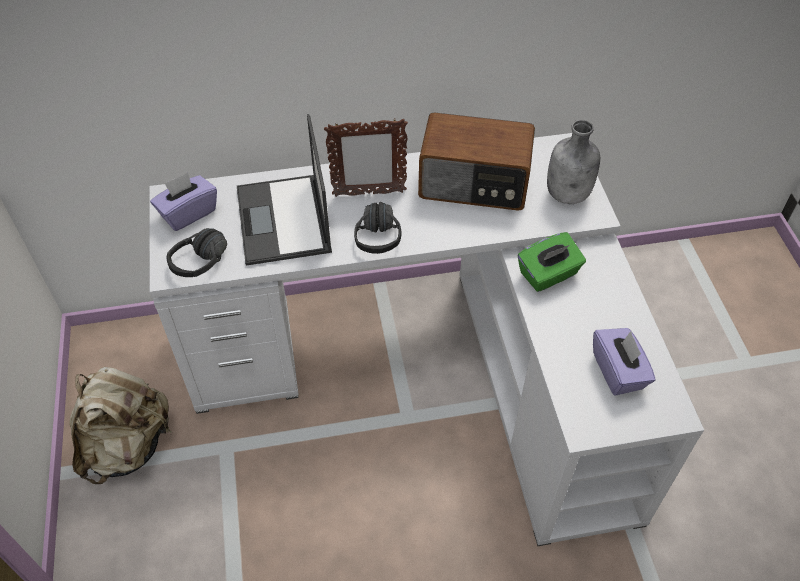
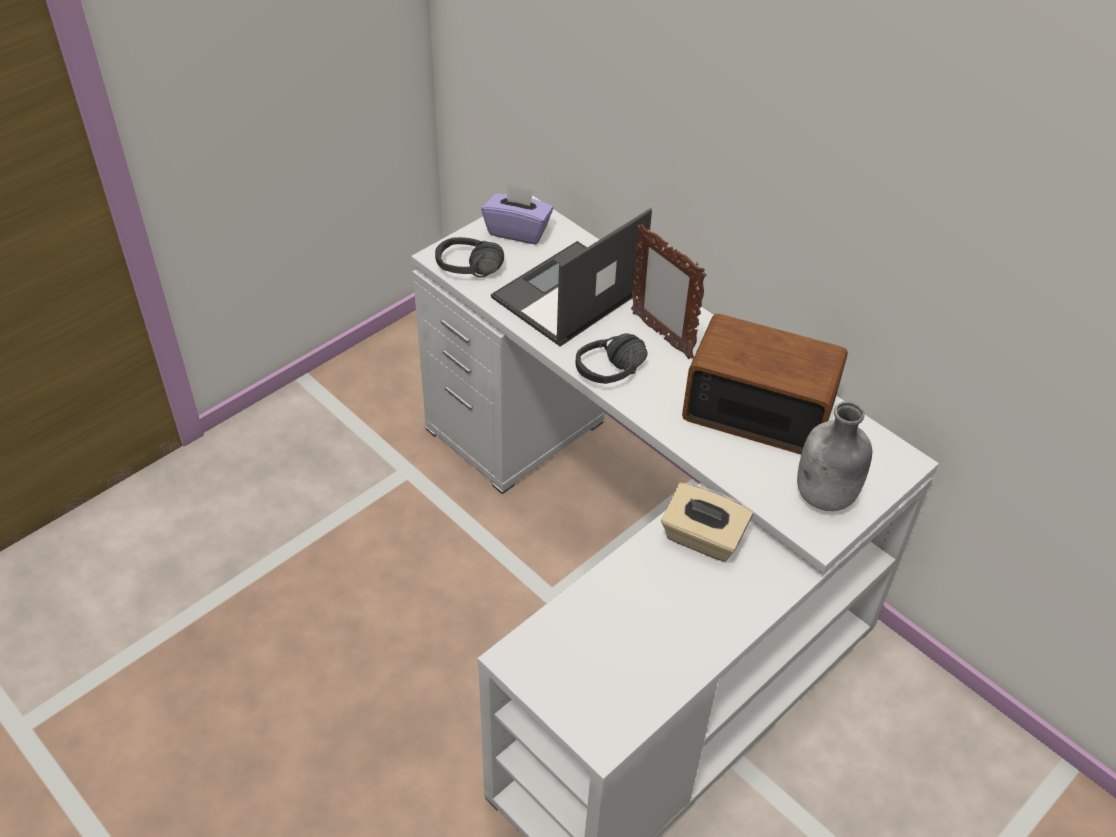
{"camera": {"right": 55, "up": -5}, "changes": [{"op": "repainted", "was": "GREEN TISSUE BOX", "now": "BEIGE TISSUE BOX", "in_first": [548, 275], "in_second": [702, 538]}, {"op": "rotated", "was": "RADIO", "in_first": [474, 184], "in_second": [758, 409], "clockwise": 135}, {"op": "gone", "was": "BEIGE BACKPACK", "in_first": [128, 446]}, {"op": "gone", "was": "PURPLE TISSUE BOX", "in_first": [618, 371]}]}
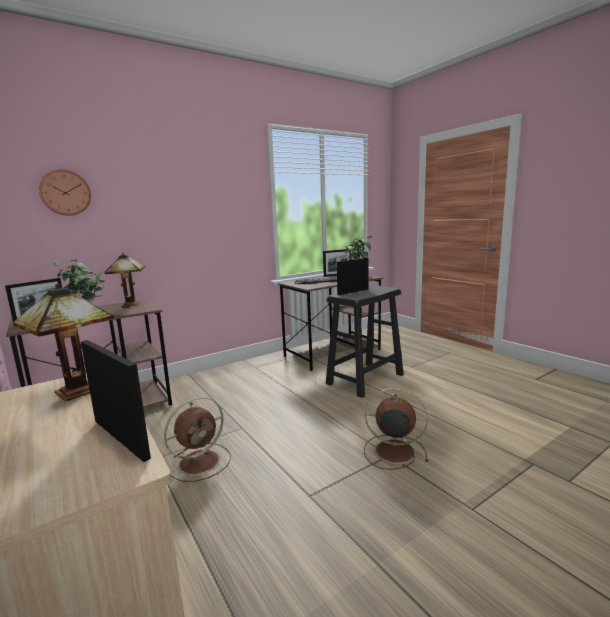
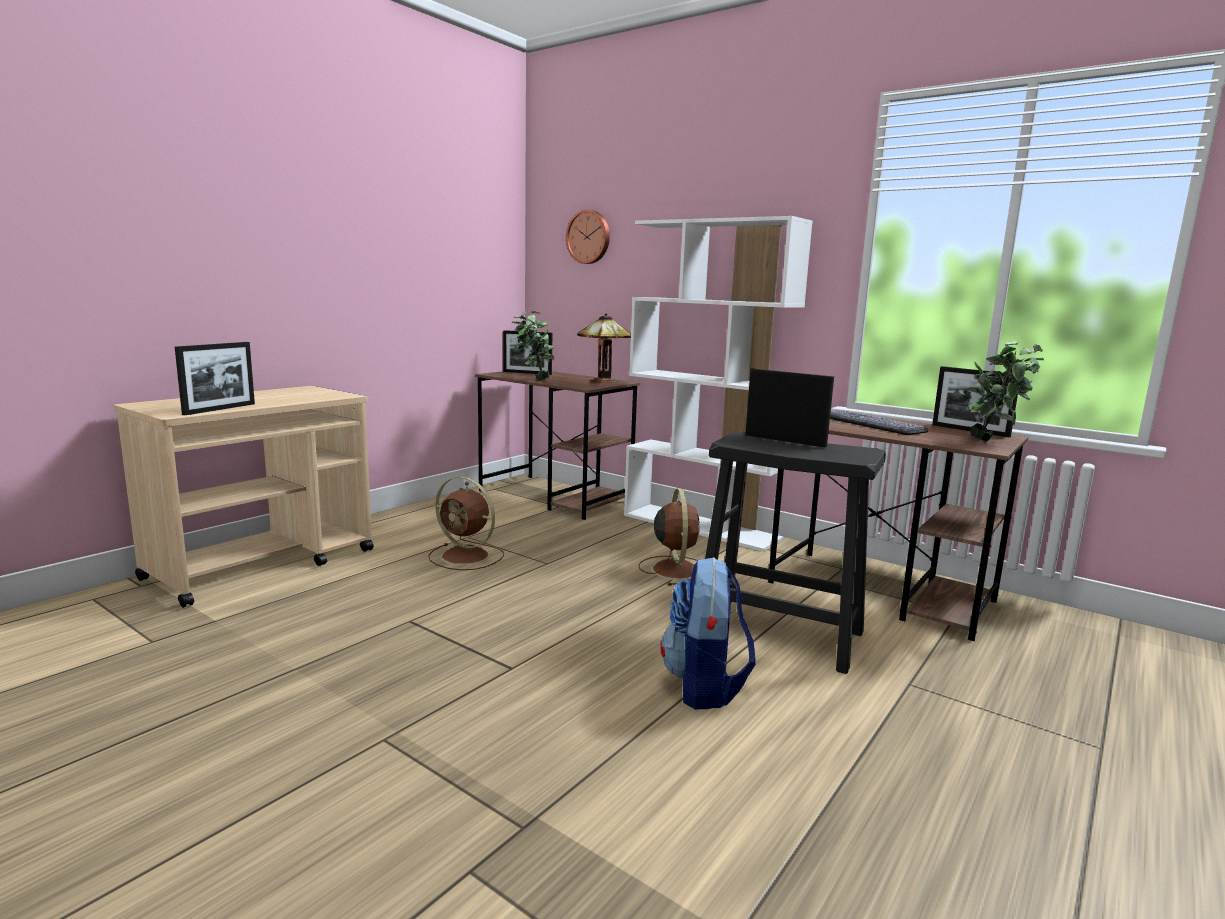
{"camera": {"right": 70, "up": 0}, "changes": [{"op": "new", "now": "WHITE BOOKCASE", "in_second": [701, 527]}, {"op": "shifted", "was": "BROWN FAN", "in_first": [392, 451], "in_second": [675, 569]}, {"op": "new", "now": "BACKPACK", "in_second": [705, 686]}, {"op": "gone", "was": "TABLE LAMP", "in_first": [81, 391]}]}
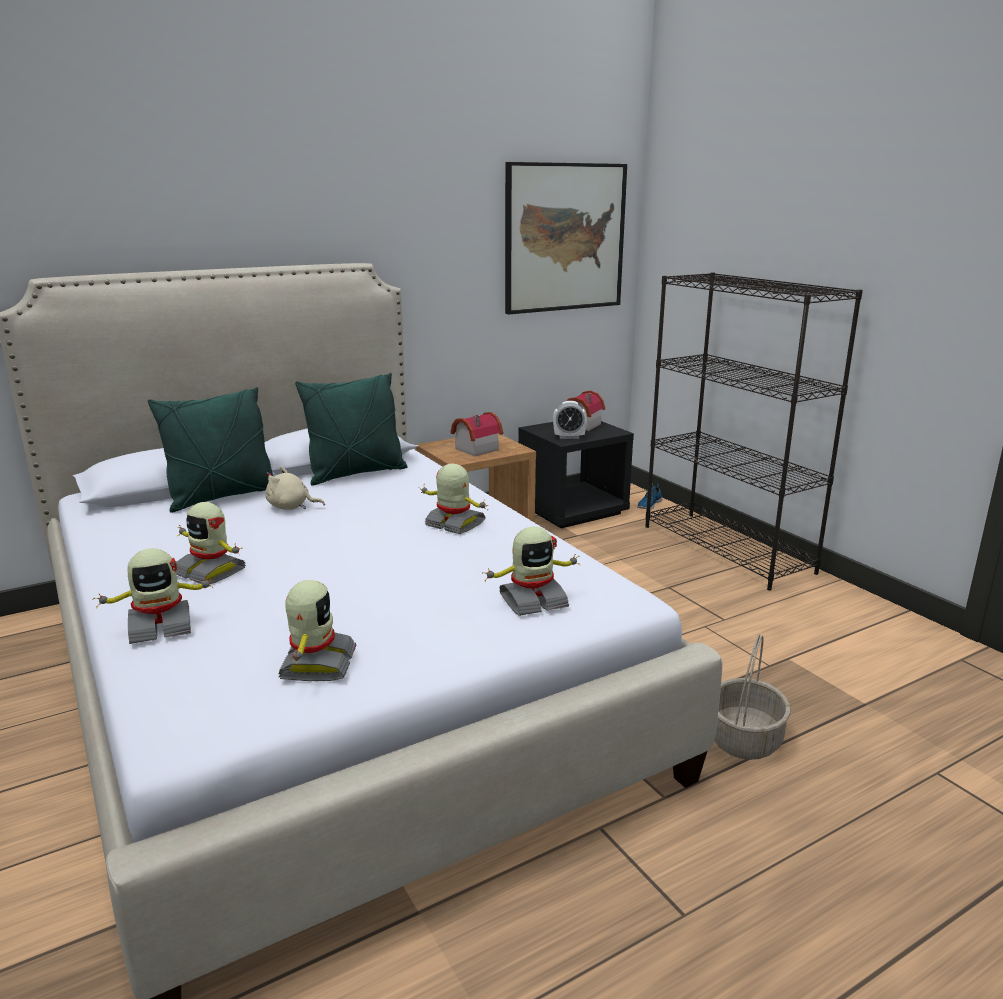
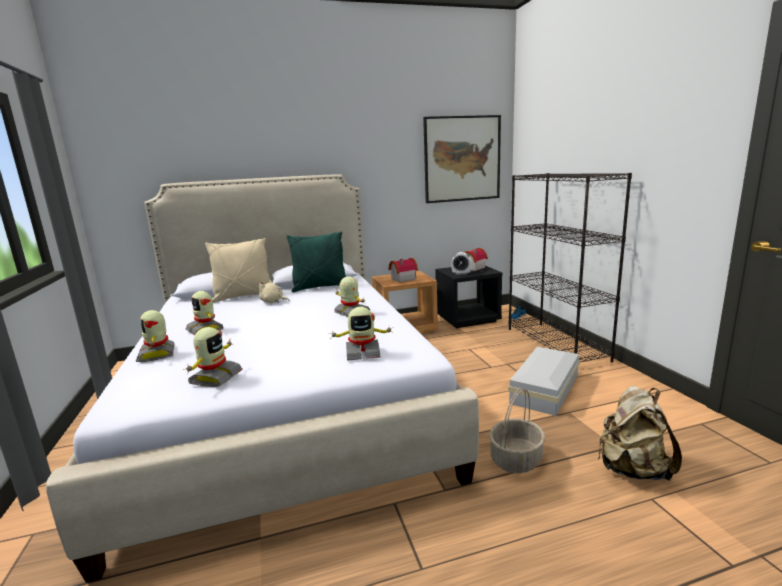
{"camera": {"right": 15, "up": -5}, "changes": [{"op": "rotated", "was": "TOY ROBOT", "in_first": [160, 626], "in_second": [158, 354], "clockwise": 75}, {"op": "repainted", "was": "GREEN PILLOW", "now": "BEIGE PILLOW", "in_first": [222, 497], "in_second": [243, 296]}, {"op": "new", "now": "WHITE STORAGE BOX", "in_second": [546, 388]}, {"op": "new", "now": "BEIGE BACKPACK", "in_second": [632, 469]}]}
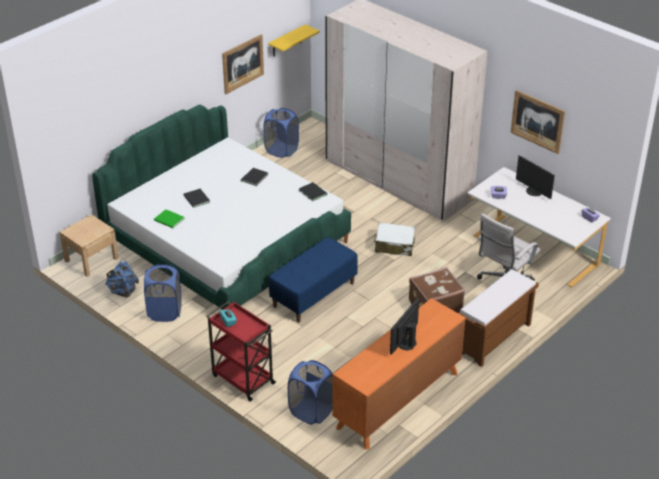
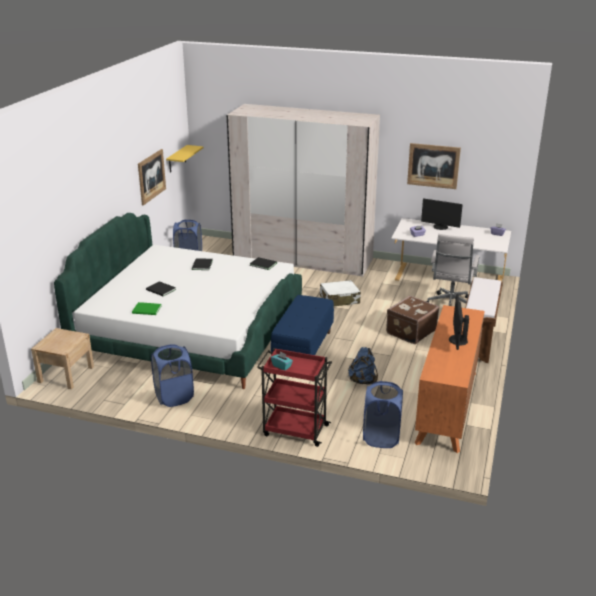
{"camera": {"right": -25, "up": -10}, "changes": [{"op": "shifted", "was": "BLUE BACKPACK", "in_first": [123, 291], "in_second": [362, 381]}]}
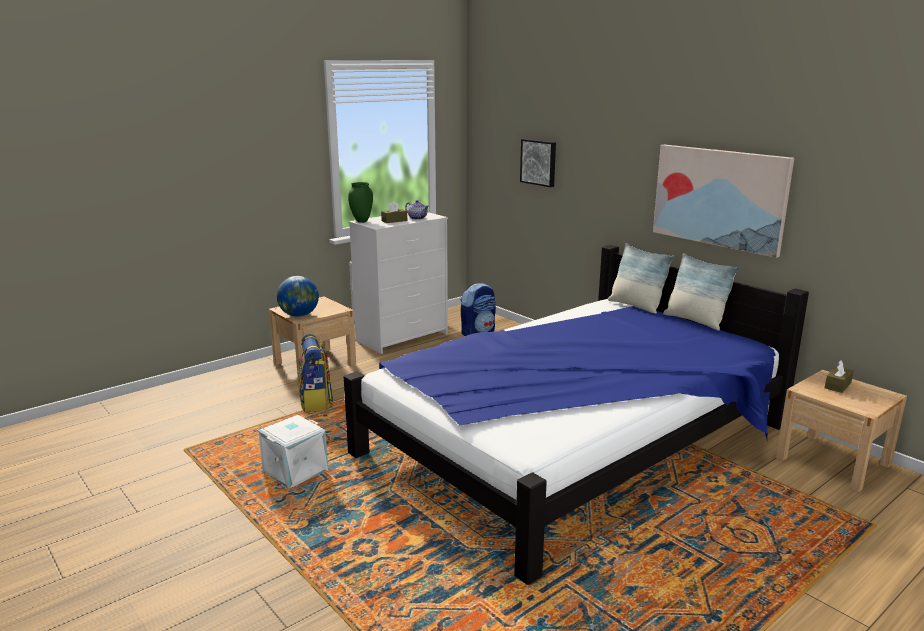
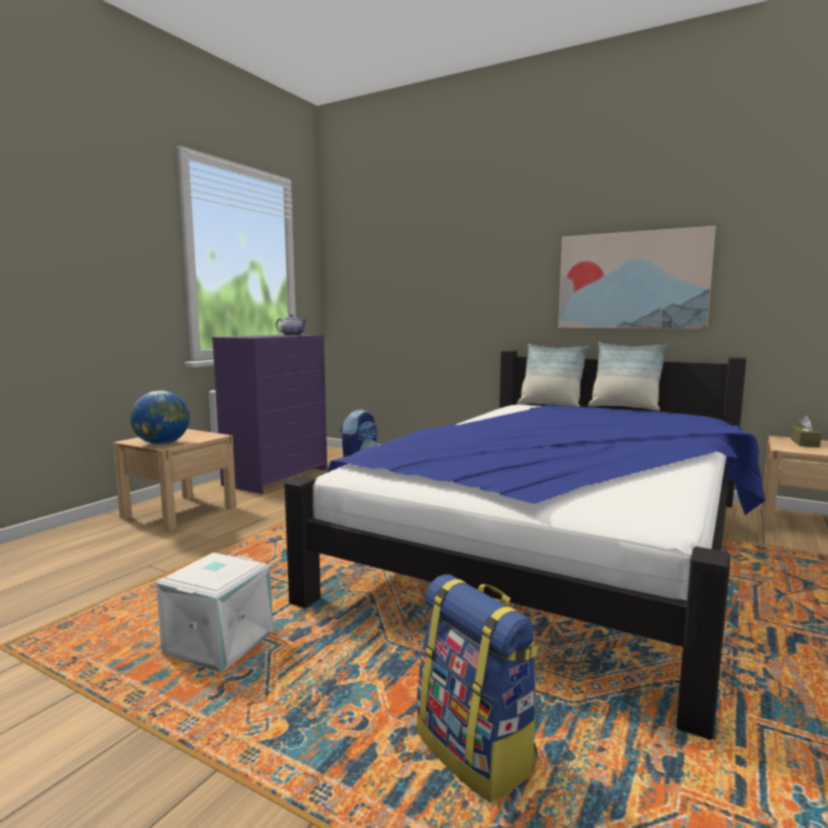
{"camera": {"right": -20, "up": -10}, "changes": [{"op": "repainted", "was": "WHITE DRESSER", "now": "PURPLE DRESSER", "in_first": [402, 337], "in_second": [277, 477]}, {"op": "shifted", "was": "BACKPACK", "in_first": [316, 402], "in_second": [477, 751]}, {"op": "gone", "was": "GREEN VASE", "in_first": [361, 221]}, {"op": "gone", "was": "BROWN TISSUE BOX", "in_first": [394, 221]}, {"op": "gone", "was": "PICTURE", "in_first": [539, 162]}]}
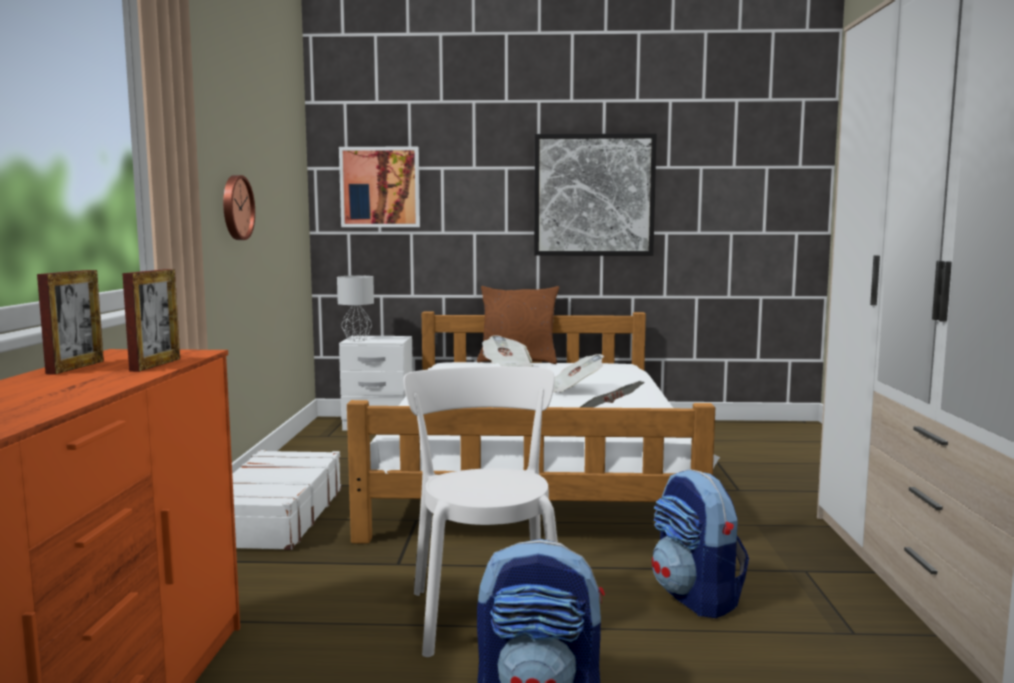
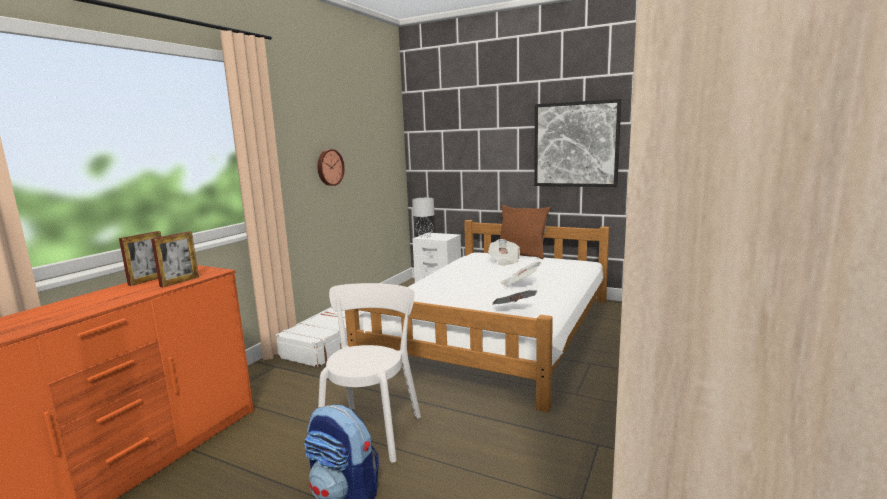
{"camera": {"right": 25, "up": 5}, "changes": [{"op": "gone", "was": "PICTURE", "in_first": [380, 187]}, {"op": "gone", "was": "BACKPACK", "in_first": [696, 598]}]}
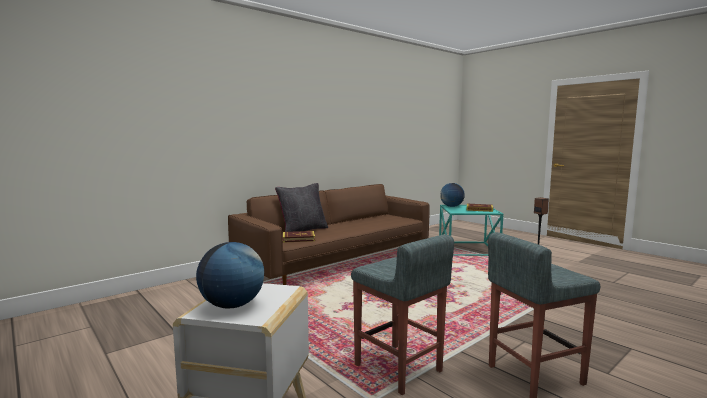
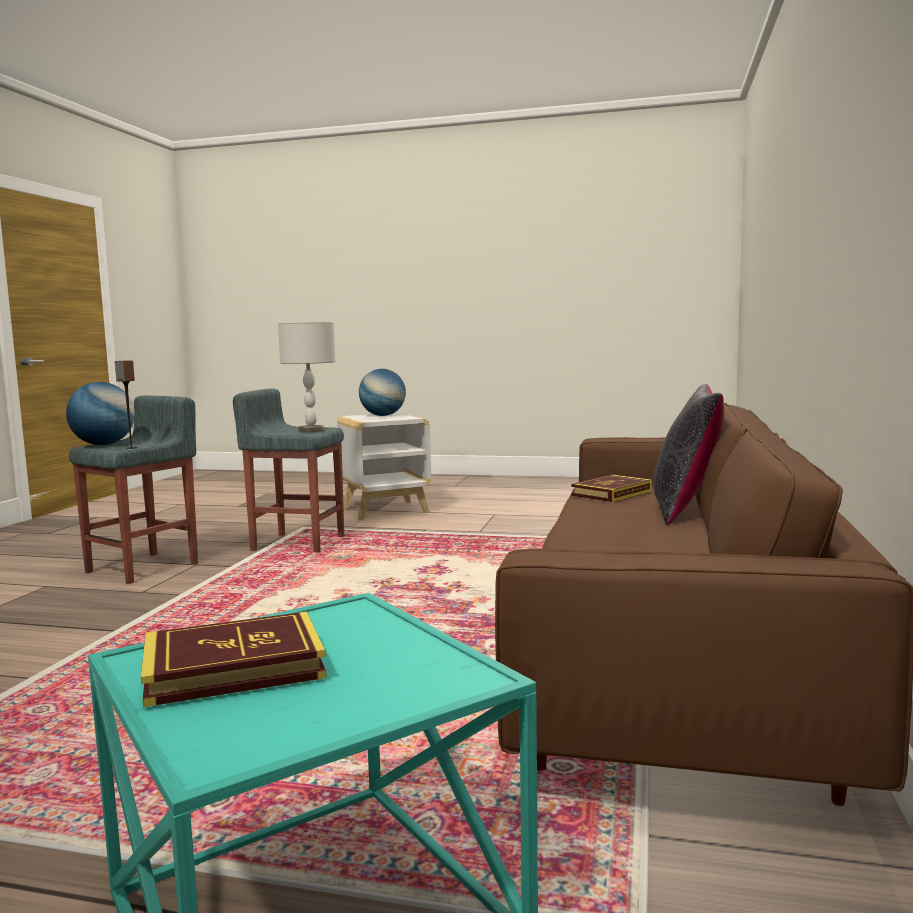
{"camera": {"right": 145, "up": 0}, "changes": [{"op": "shifted", "was": "GLOBE", "in_first": [451, 206], "in_second": [103, 444]}, {"op": "new", "now": "GREY TABLE LAMP", "in_second": [311, 431]}]}
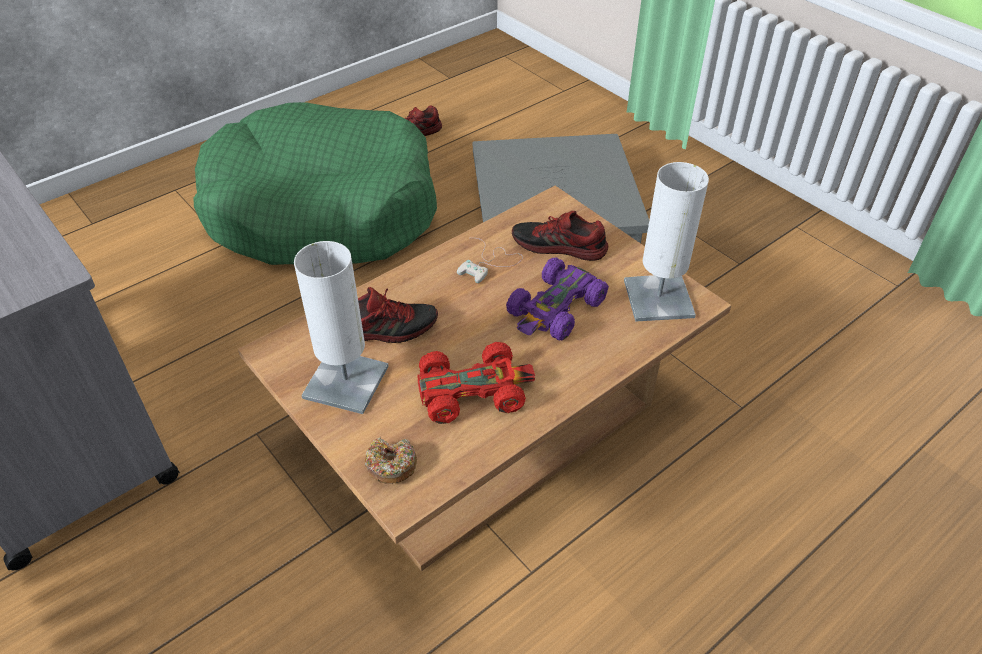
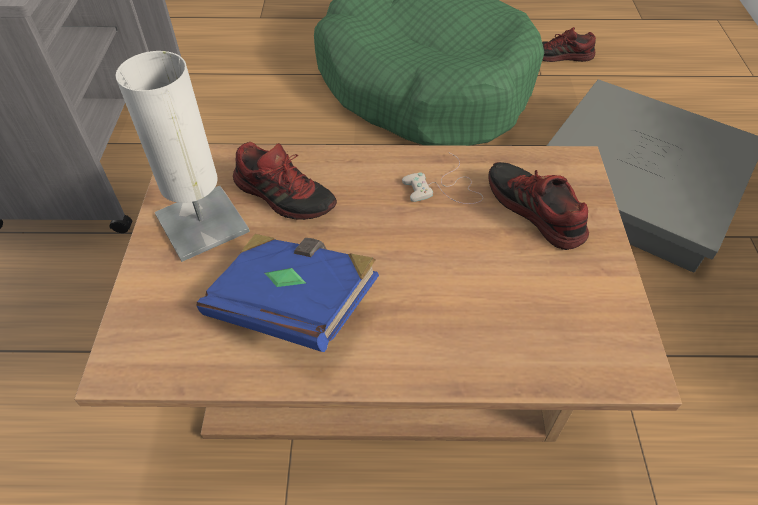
{"camera": {"right": 40, "up": 5}, "changes": [{"op": "swapped", "was": "RED TOY CAR", "now": "BLUE BOOK", "in_first": [473, 391], "in_second": [292, 305]}, {"op": "gone", "was": "DONUT", "in_first": [391, 465]}, {"op": "gone", "was": "PURPLE TOY CAR", "in_first": [556, 309]}, {"op": "gone", "was": "WHITE TABLE LAMP", "in_first": [658, 299]}]}
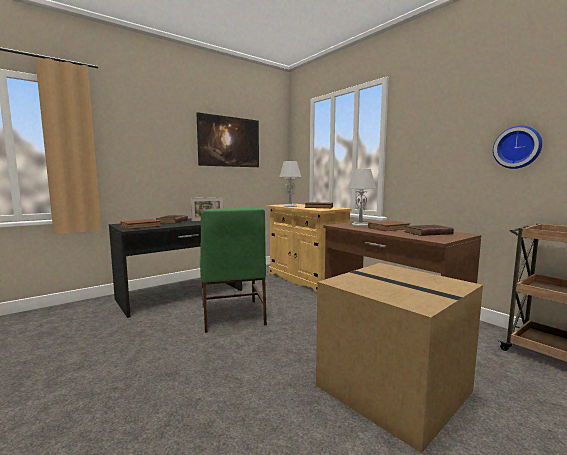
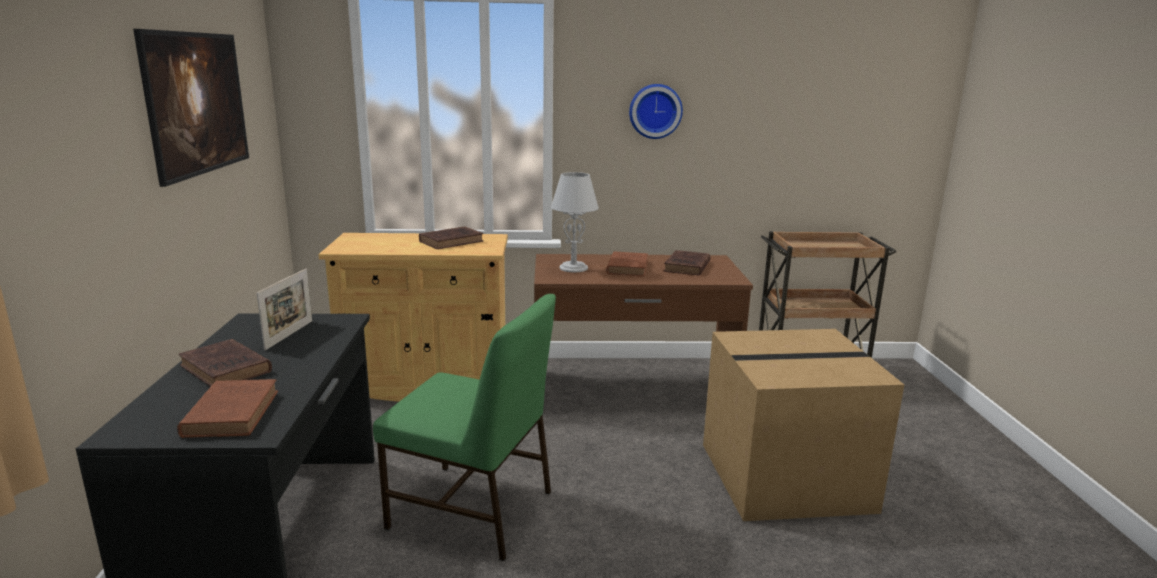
{"camera": {"right": -55, "up": 10}, "changes": [{"op": "shifted", "was": "WALL CLOCK", "in_first": [517, 147], "in_second": [655, 111]}, {"op": "gone", "was": "GREY TABLE LAMP", "in_first": [290, 206]}]}
